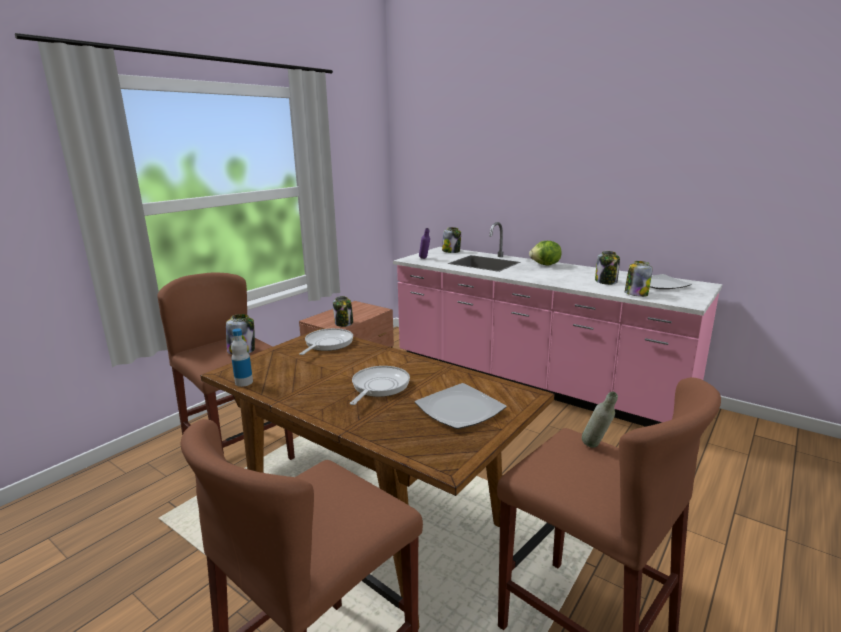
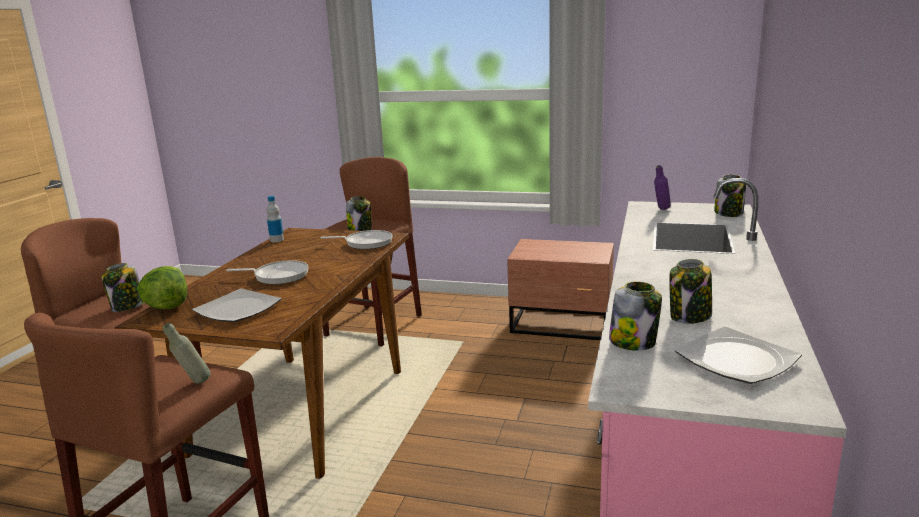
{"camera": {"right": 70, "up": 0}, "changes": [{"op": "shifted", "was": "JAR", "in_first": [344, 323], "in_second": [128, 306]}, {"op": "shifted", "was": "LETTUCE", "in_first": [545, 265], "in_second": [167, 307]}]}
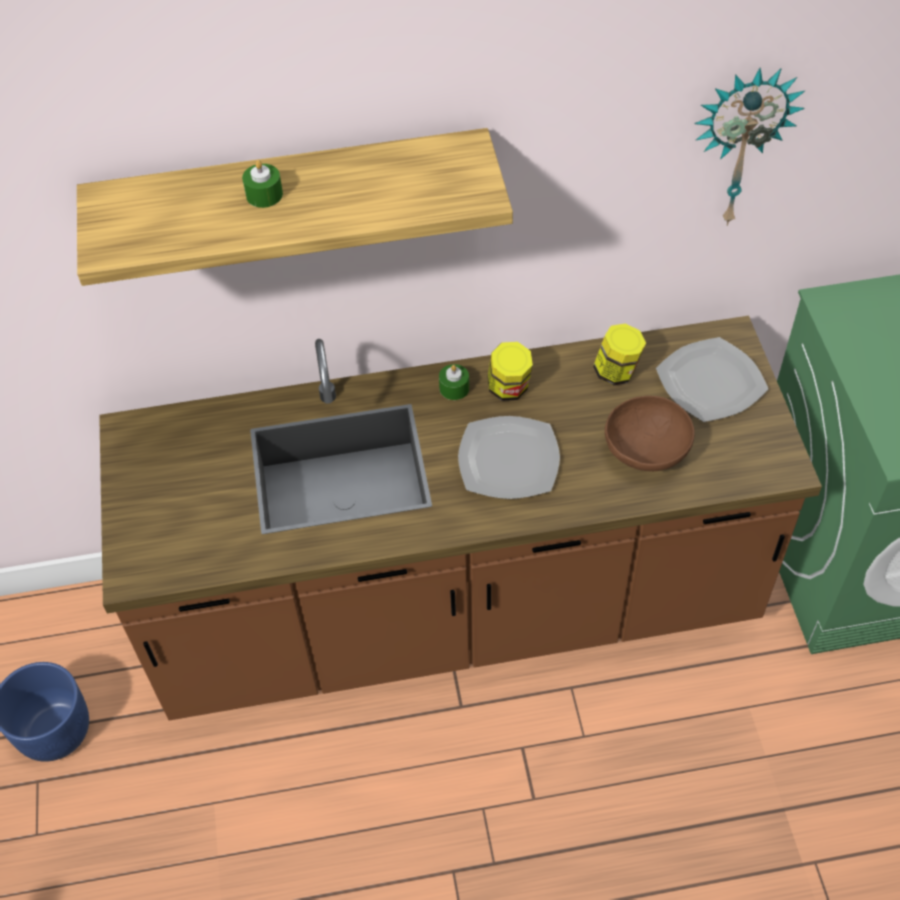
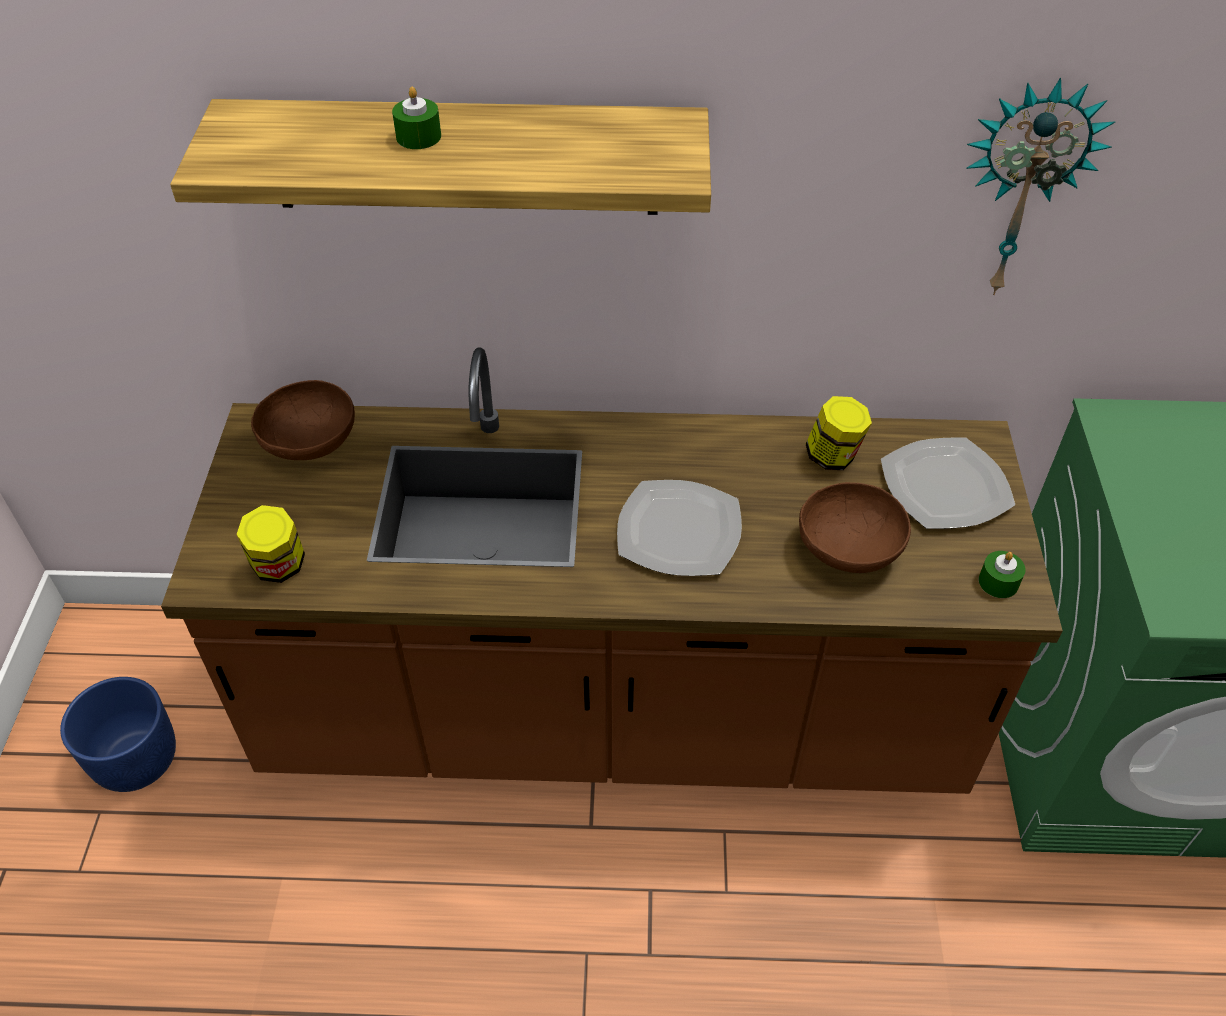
{"camera": {"right": 10, "up": -5}, "changes": [{"op": "shifted", "was": "JAR", "in_first": [509, 389], "in_second": [279, 567]}, {"op": "new", "now": "BROWN BOWL", "in_second": [311, 444]}, {"op": "shifted", "was": "GREEN CANDLE", "in_first": [454, 388], "in_second": [998, 582]}]}
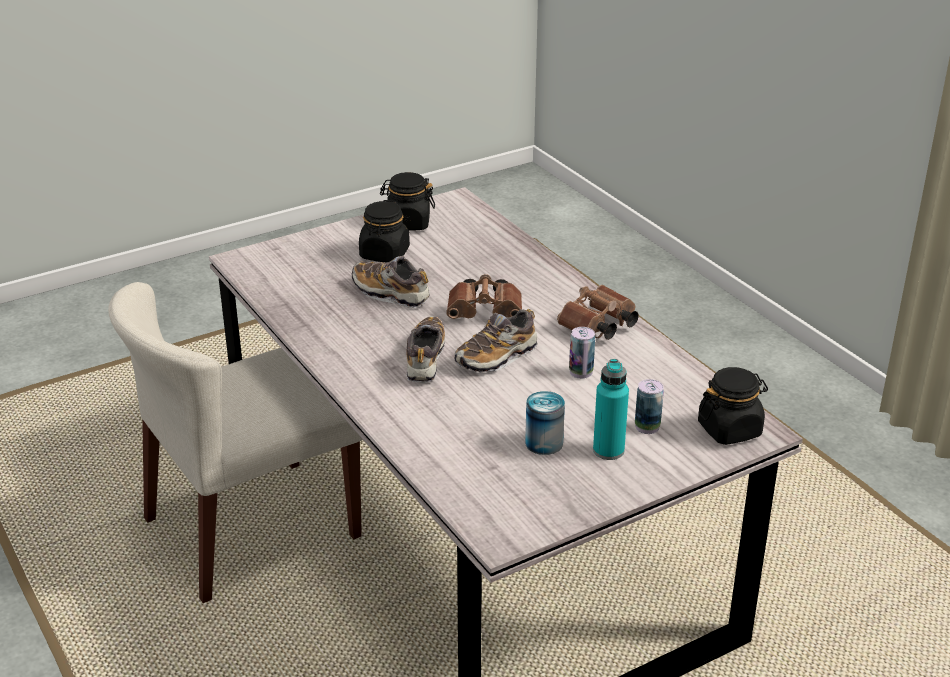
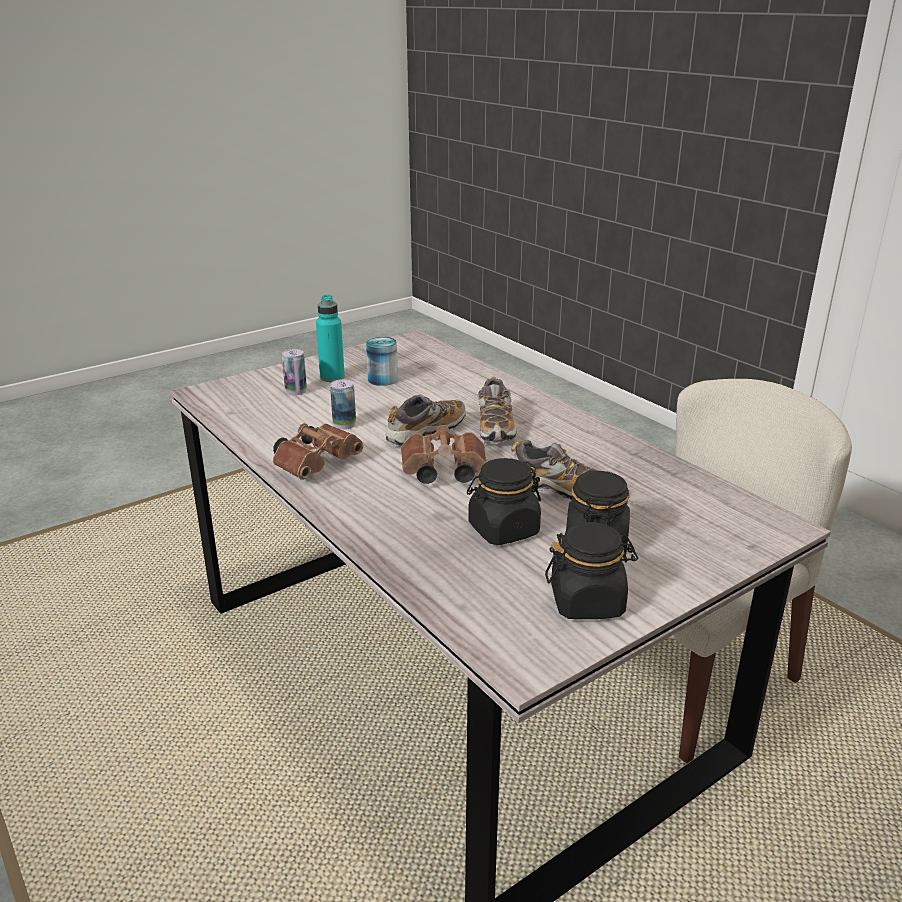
{"camera": {"right": 175, "up": -5}, "changes": [{"op": "shifted", "was": "BLACK JAR", "in_first": [729, 429], "in_second": [503, 530]}]}
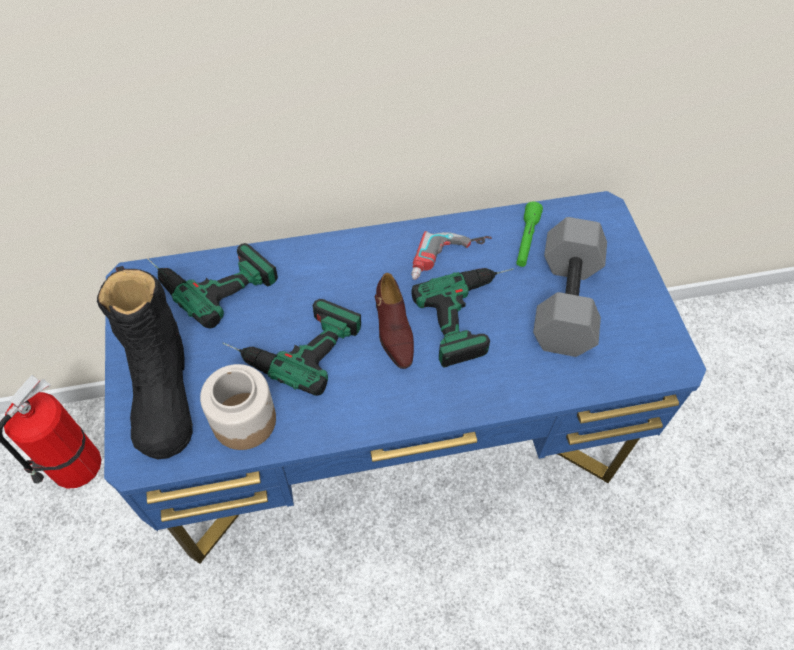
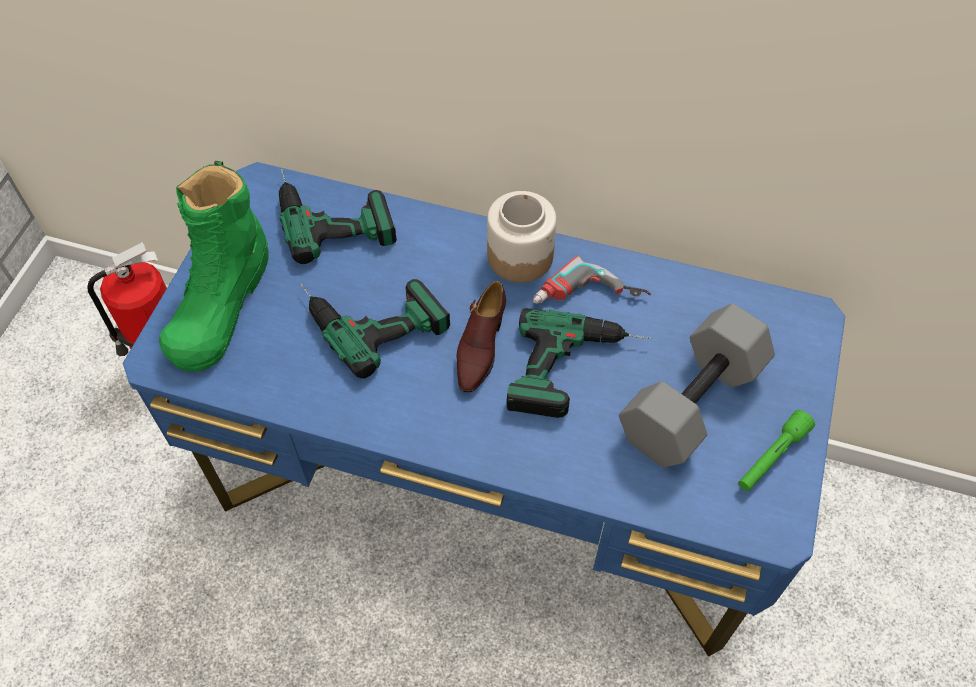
{"camera": {"right": 30, "up": 0}, "changes": [{"op": "repainted", "was": "BLACK BOOT", "now": "GREEN BOOT", "in_first": [161, 389], "in_second": [221, 303]}, {"op": "shifted", "was": "JAR", "in_first": [244, 420], "in_second": [520, 256]}, {"op": "shifted", "was": "GREEN FLASHLIGHT", "in_first": [526, 240], "in_second": [771, 457]}]}
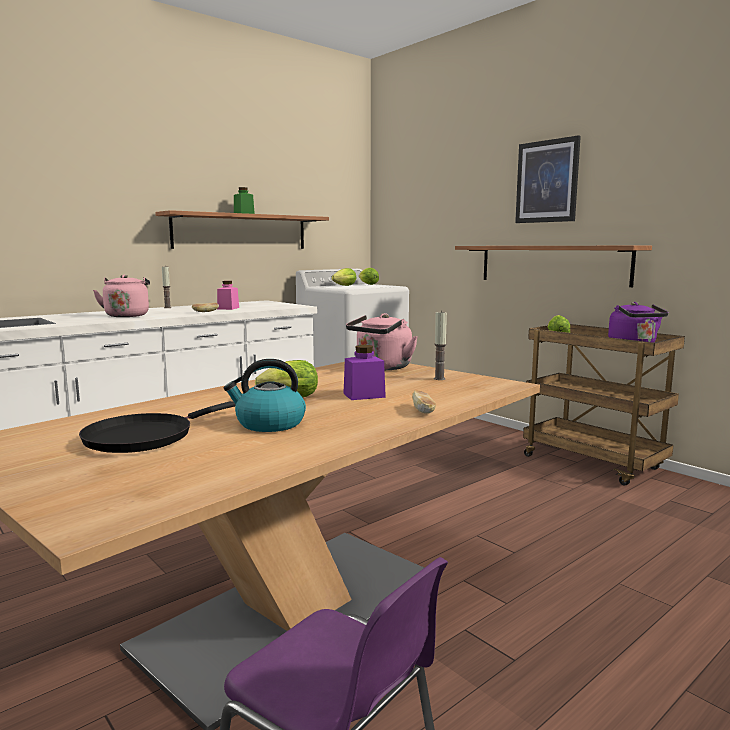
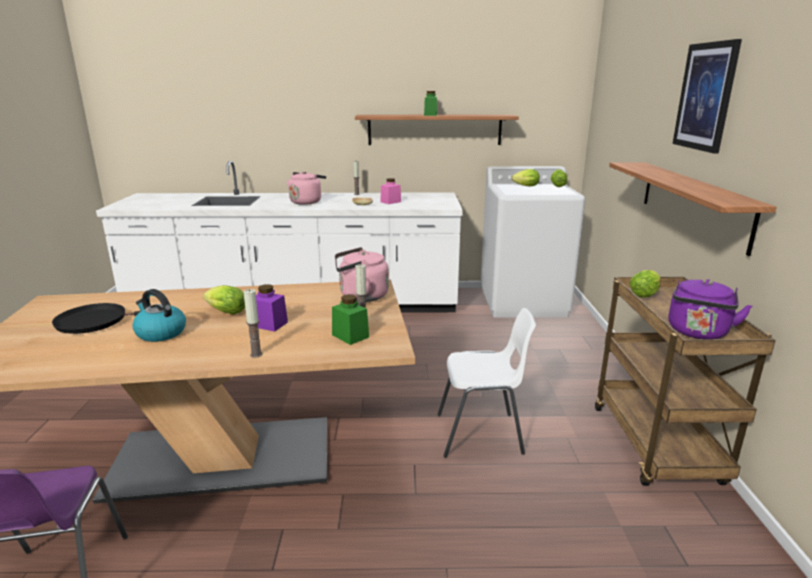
{"camera": {"right": 40, "up": 10}, "changes": [{"op": "swapped", "was": "BREAD", "now": "CANDLE", "in_first": [423, 411], "in_second": [256, 354]}, {"op": "new", "now": "GREEN JAR", "in_second": [350, 336]}, {"op": "new", "now": "WHITE CHAIR", "in_second": [481, 434]}]}
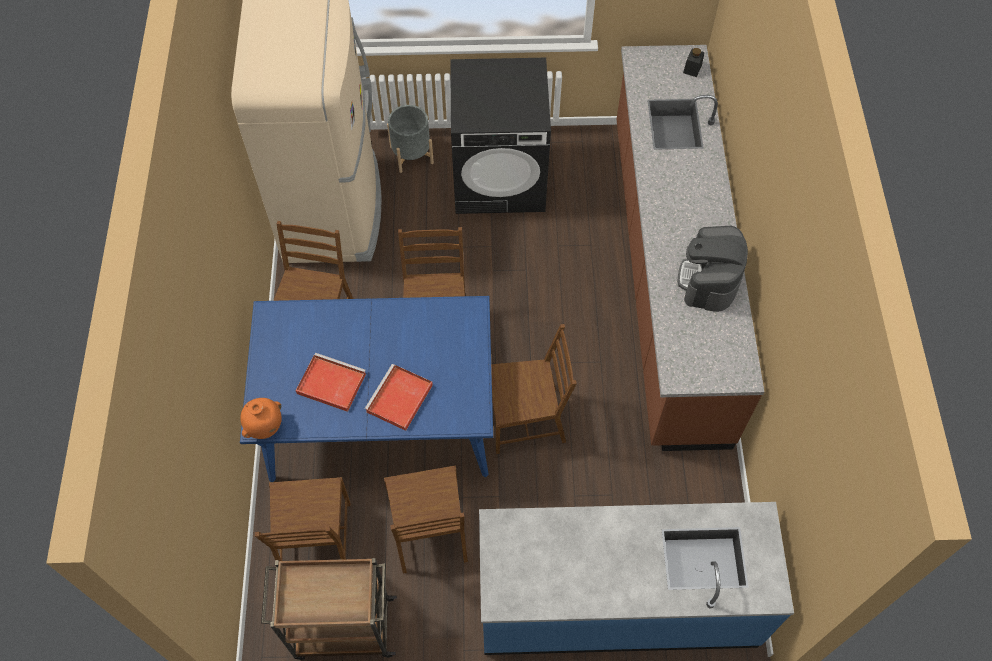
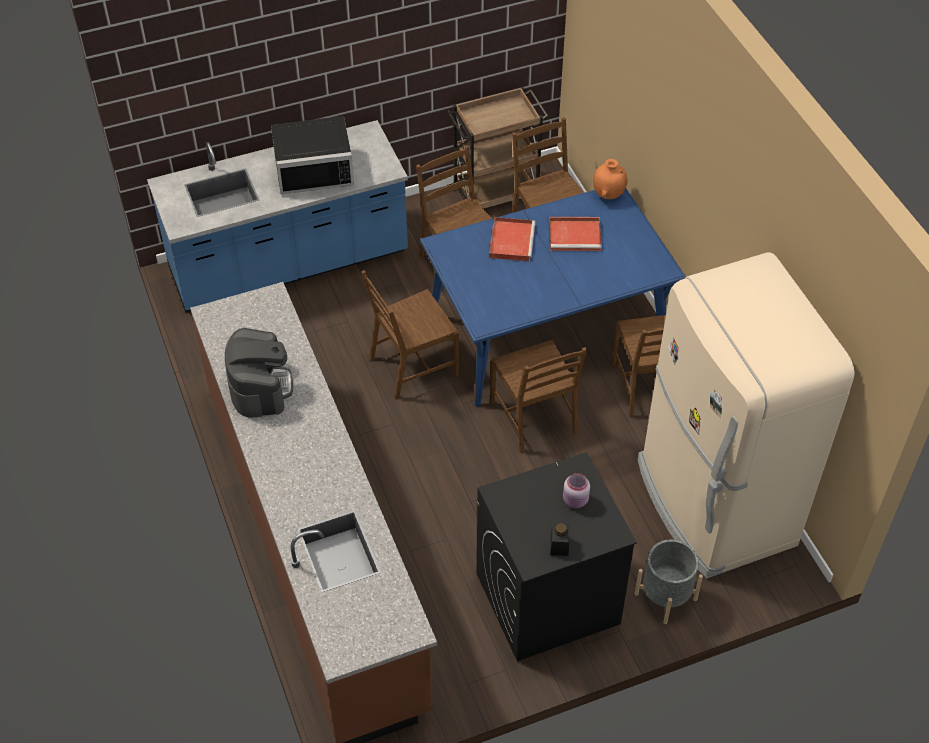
{"camera": {"right": 160, "up": -10}, "changes": [{"op": "new", "now": "BLACK MICROWAVE", "in_second": [314, 167]}, {"op": "shifted", "was": "BLACK JAR", "in_first": [692, 69], "in_second": [559, 545]}, {"op": "new", "now": "PINK JAR", "in_second": [575, 501]}]}
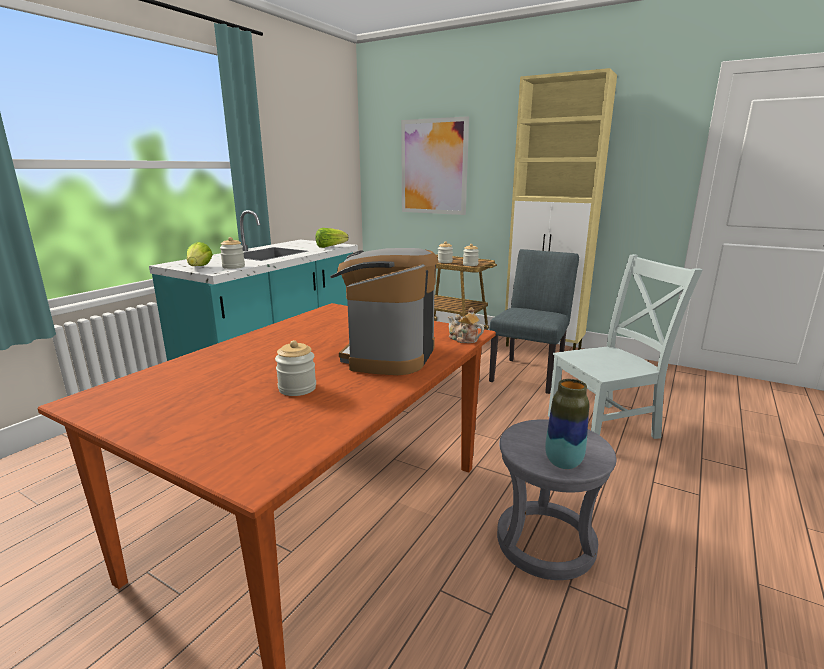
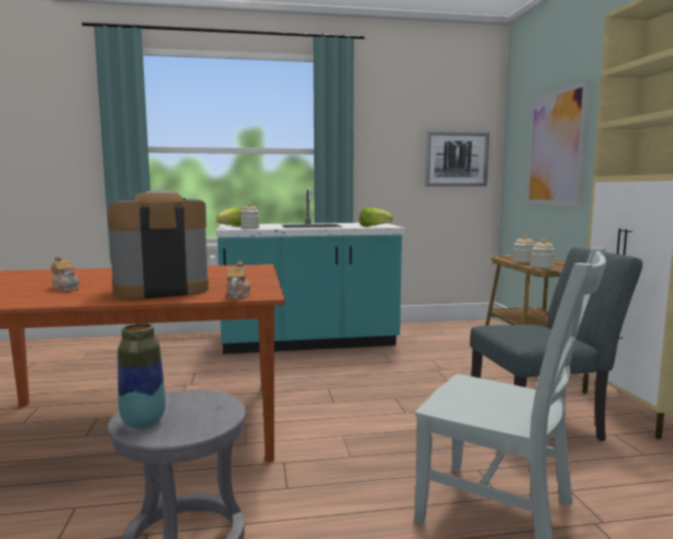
{"camera": {"right": 50, "up": -10}, "changes": [{"op": "swapped", "was": "JAR", "now": "TEAPOT", "in_first": [297, 388], "in_second": [66, 288]}, {"op": "new", "now": "PICTURE", "in_second": [456, 159]}]}
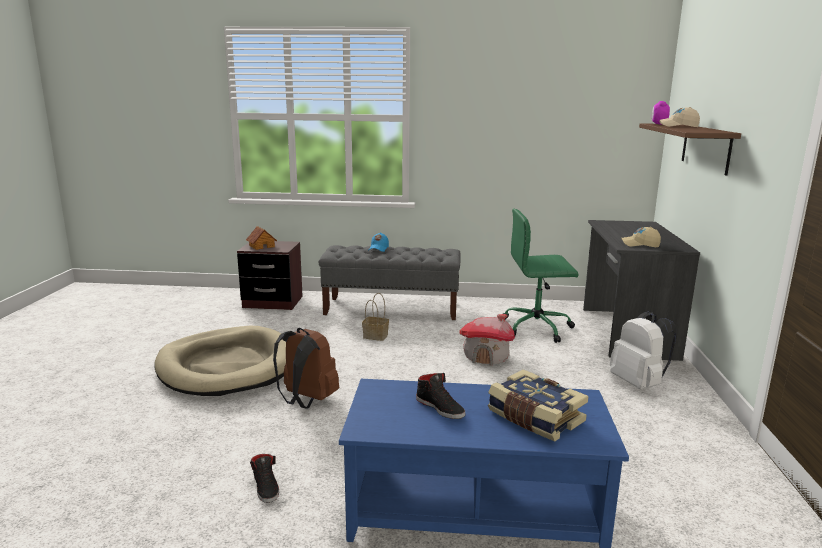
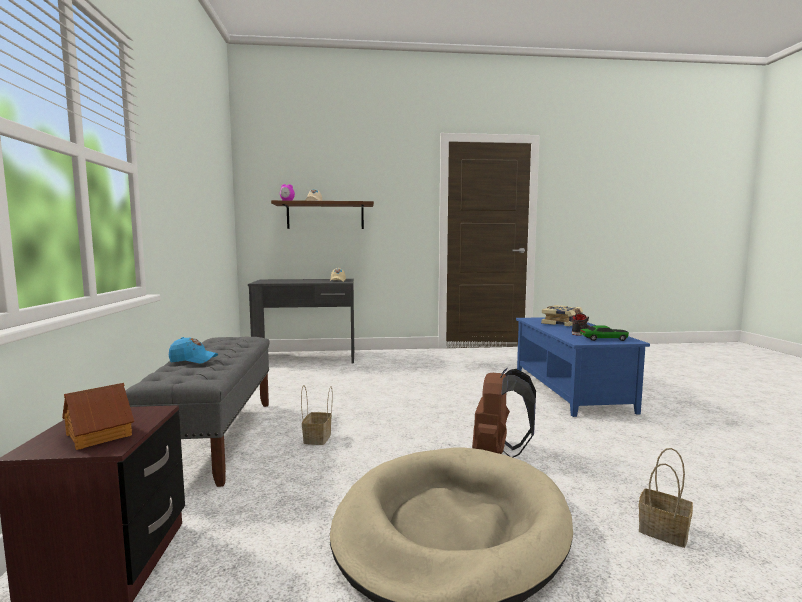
{"camera": {"right": -100, "up": -10}, "changes": [{"op": "new", "now": "TOY CAR", "in_second": [603, 339]}, {"op": "new", "now": "BASKET", "in_second": [661, 531]}, {"op": "gone", "was": "BLACK SHOE", "in_first": [266, 487]}, {"op": "gone", "was": "TOY HOUSE", "in_first": [486, 357]}, {"op": "gone", "was": "GREEN OFFICE CHAIR", "in_first": [537, 327]}, {"op": "gone", "was": "WHITE BACKPACK", "in_first": [639, 384]}]}
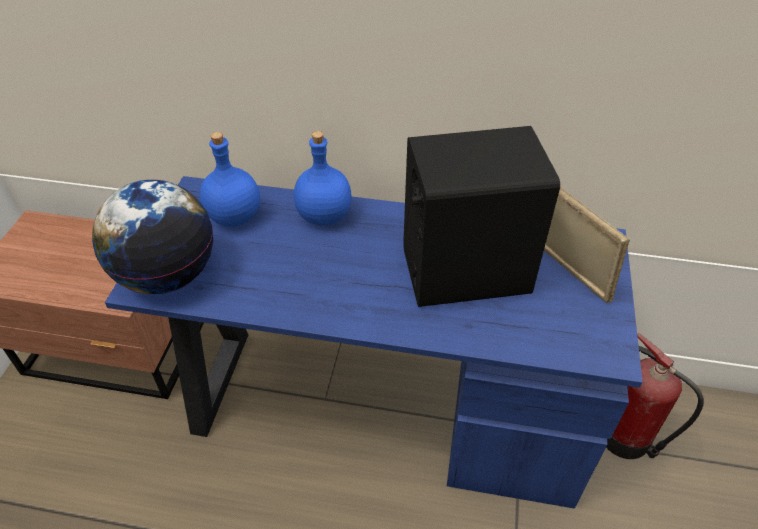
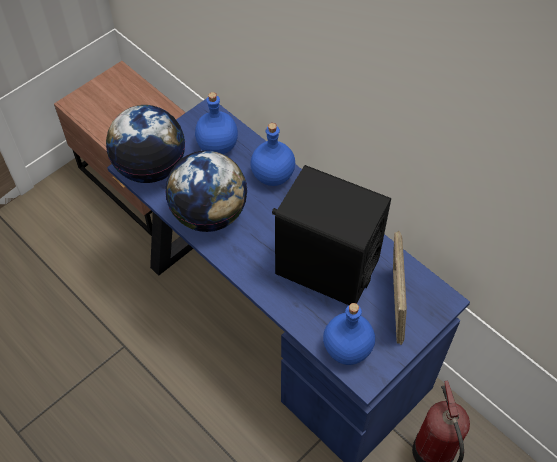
{"camera": {"right": 35, "up": 10}, "changes": [{"op": "new", "now": "GLOBE", "in_second": [209, 214]}, {"op": "new", "now": "BLUE BOTTLE", "in_second": [347, 348]}]}
